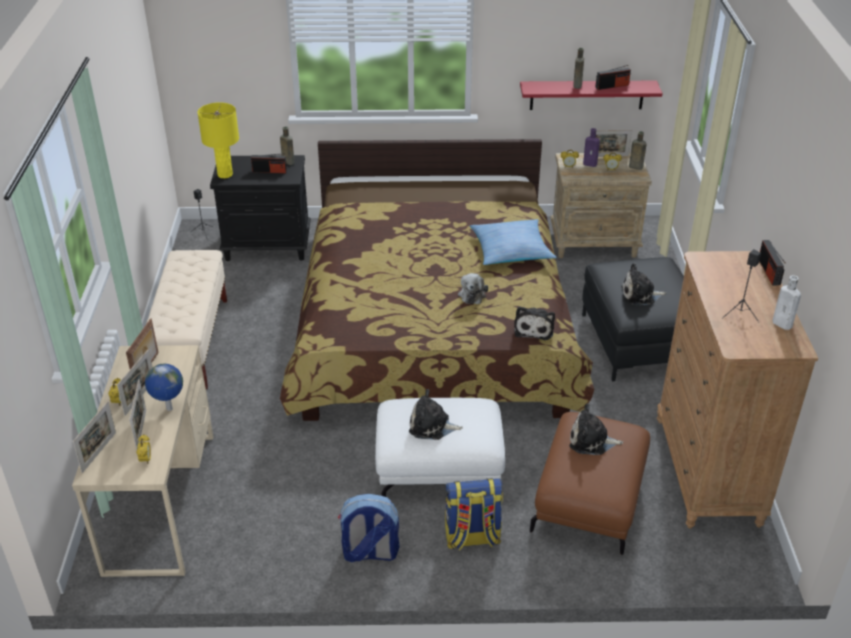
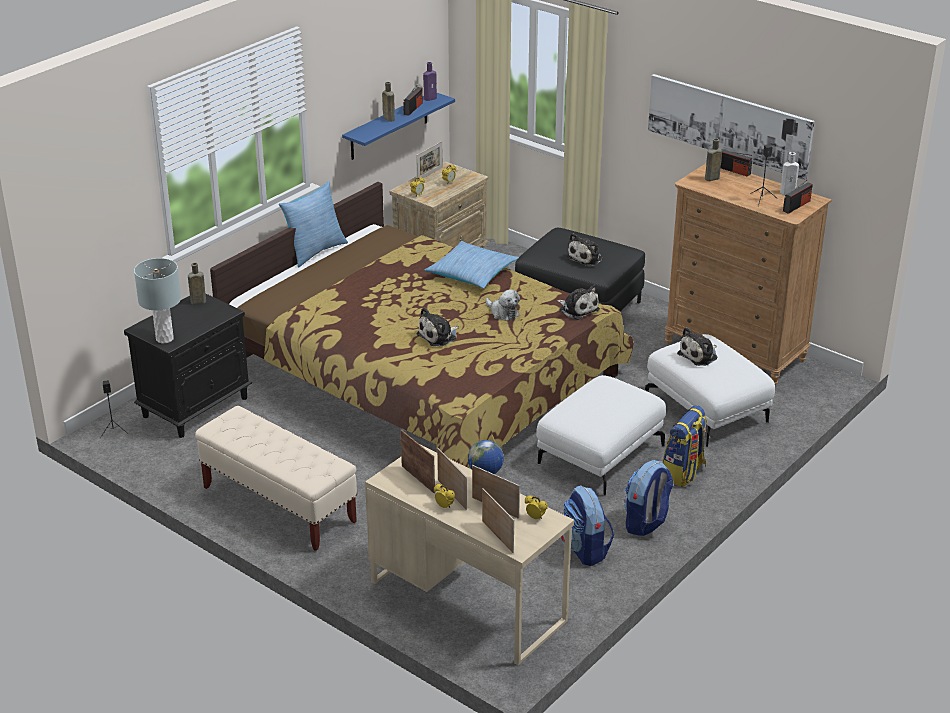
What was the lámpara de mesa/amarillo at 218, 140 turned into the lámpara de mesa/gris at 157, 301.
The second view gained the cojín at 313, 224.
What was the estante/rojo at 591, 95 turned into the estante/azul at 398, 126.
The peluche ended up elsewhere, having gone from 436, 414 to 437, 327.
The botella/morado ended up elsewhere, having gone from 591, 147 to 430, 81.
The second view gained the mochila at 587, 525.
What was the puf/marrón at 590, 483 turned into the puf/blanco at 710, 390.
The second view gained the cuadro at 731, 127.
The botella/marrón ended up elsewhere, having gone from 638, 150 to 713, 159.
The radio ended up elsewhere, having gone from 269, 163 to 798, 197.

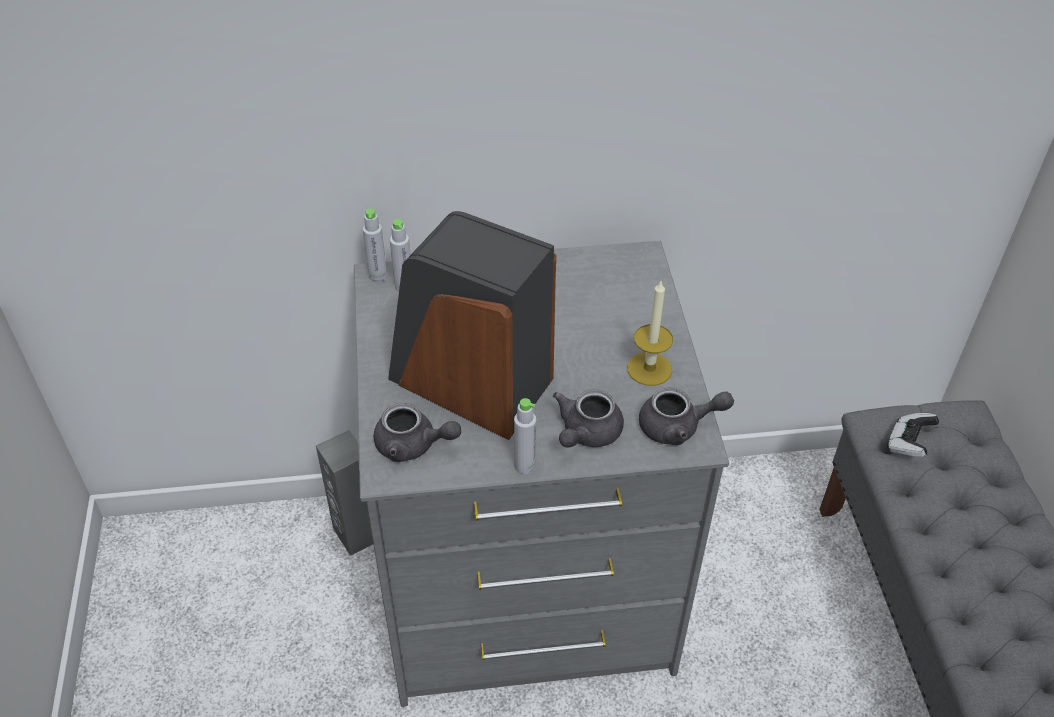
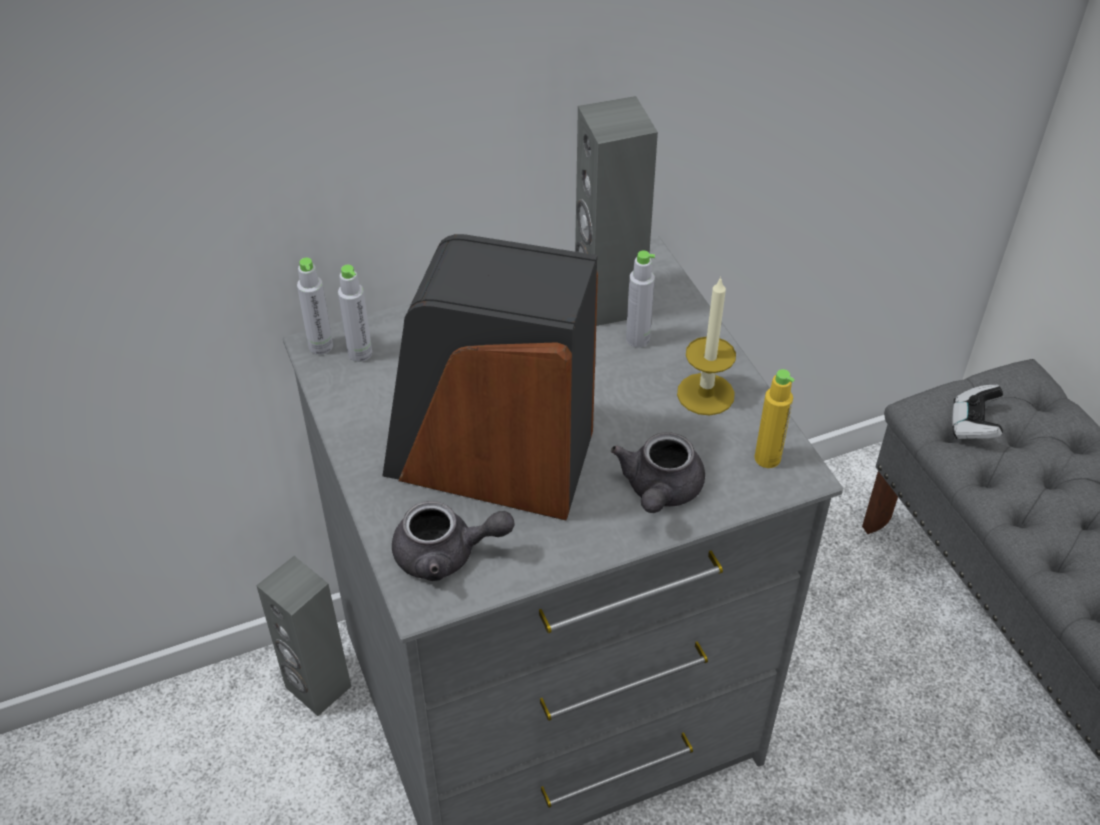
The second view gained the altavoz/gris at 616, 211.
The botella/gris ended up elsewhere, having gone from 525, 436 to 640, 298.
Where the tetera/gris stood at 686, 416, the botella/amarillo came to stand at 774, 418.

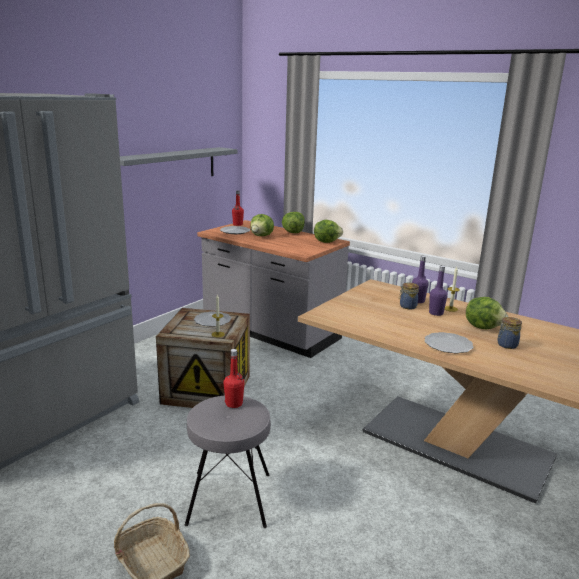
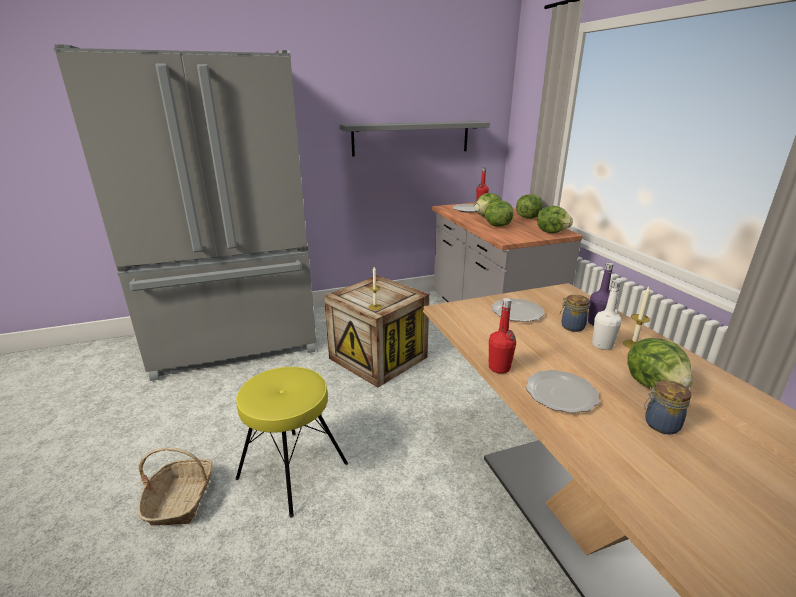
What was the taburete/gris at 228, 462 turned into the taburete/amarillo at 292, 442.
The second view gained the lechuga at 499, 214.
The botella/rojo ended up elsewhere, having gone from 234, 378 to 502, 336.
The plato ended up elsewhere, having gone from 212, 318 to 518, 310.
What was the botella/morado at 438, 291 turned into the botella/blanco at 607, 315.

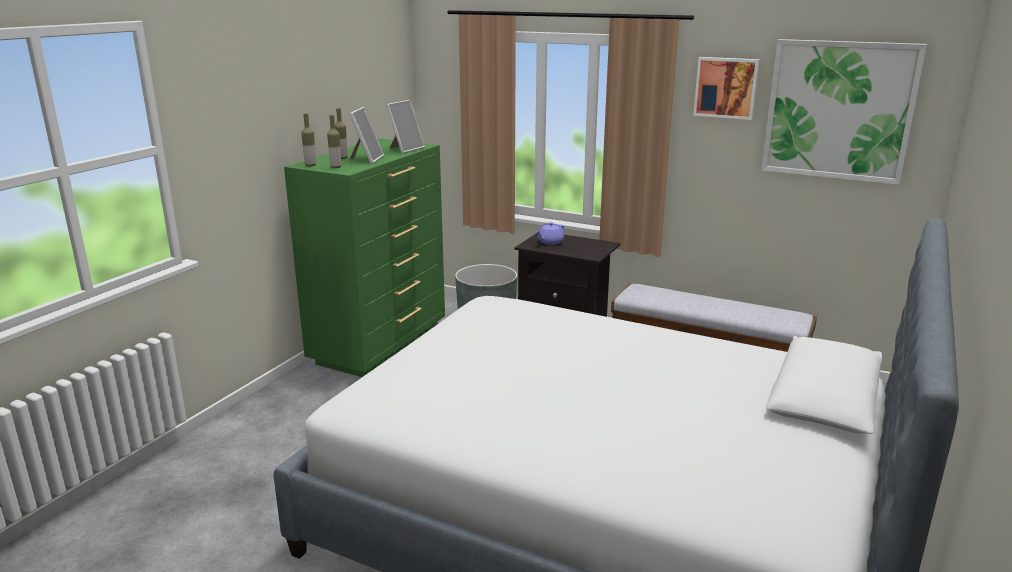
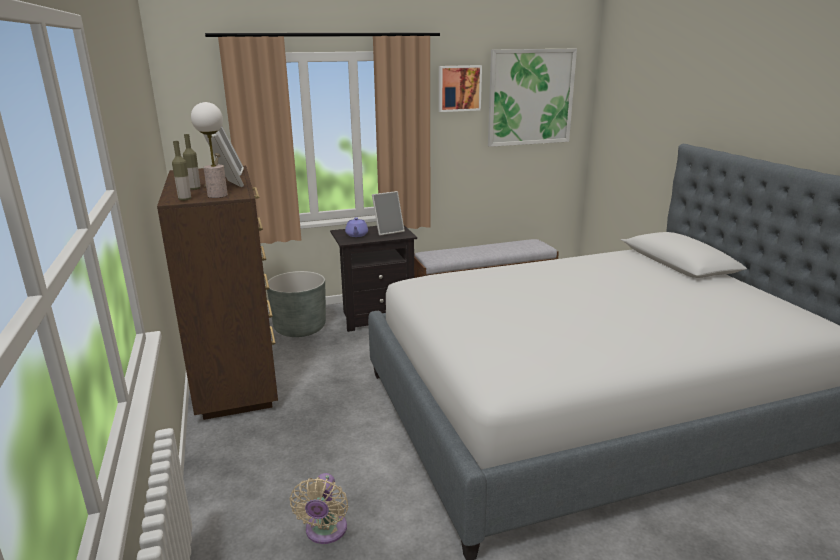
What was the cómoda/verde at 364, 258 turned into the cómoda/marrón at 217, 293.
Where the botella stood at 334, 141, the lámpara de mesa came to stand at 209, 150.
The second view gained the ventilador/beis at 318, 508.
The second view gained the portarretratos at 388, 213.

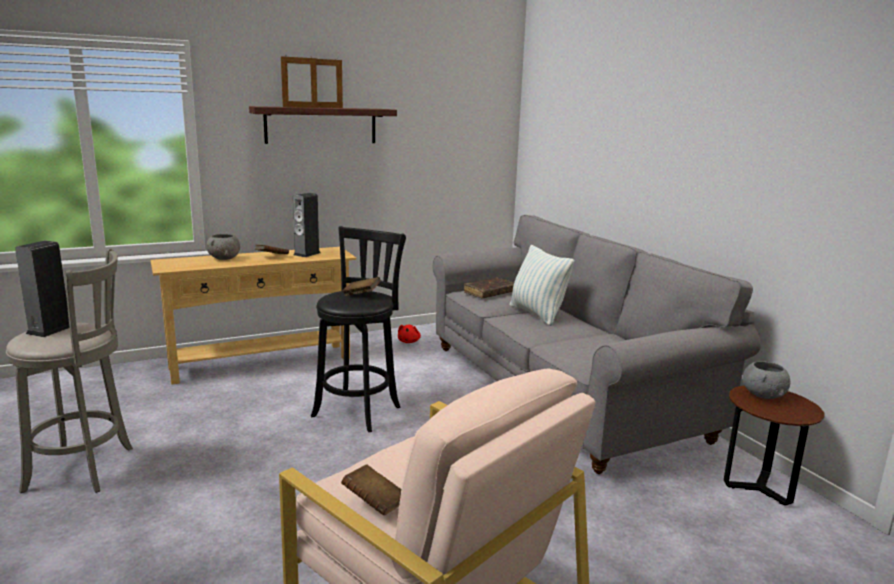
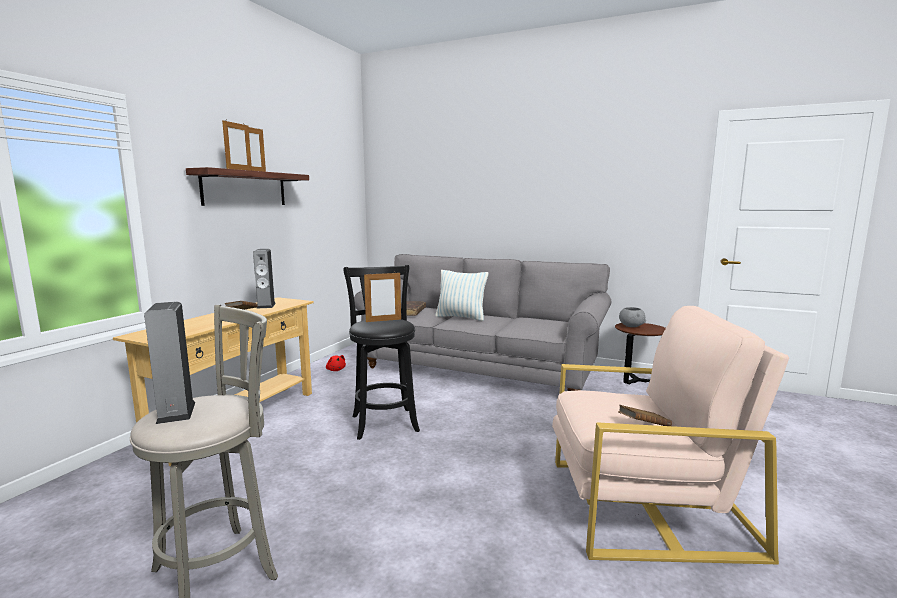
Where the libro/marrón stood at 362, 286, the portarretratos came to stand at 382, 296.
The second view lost the cuenco/gris at 223, 247.

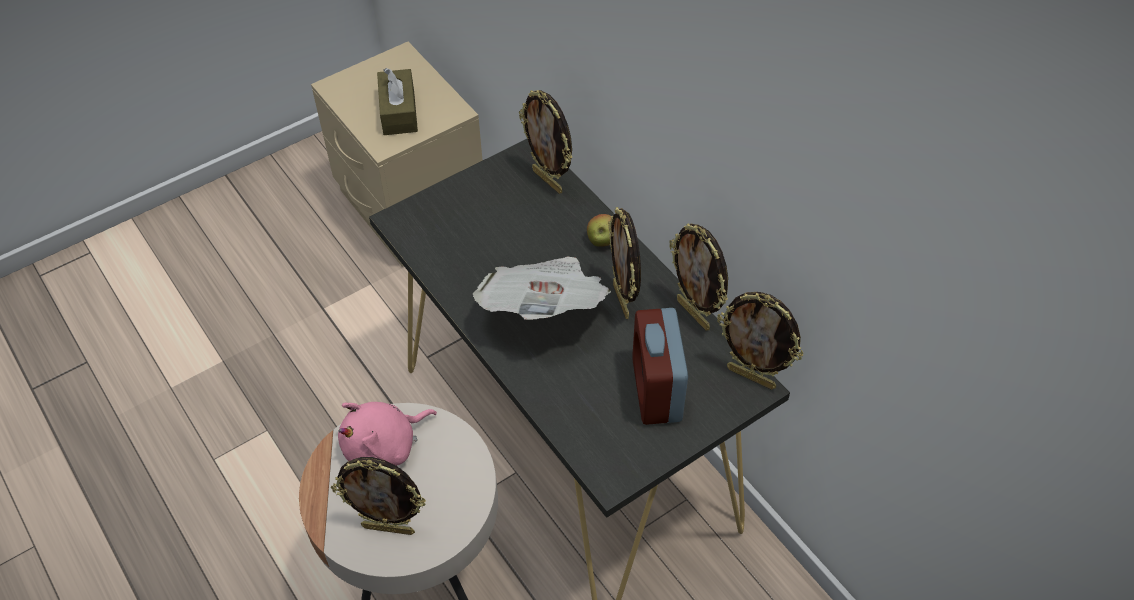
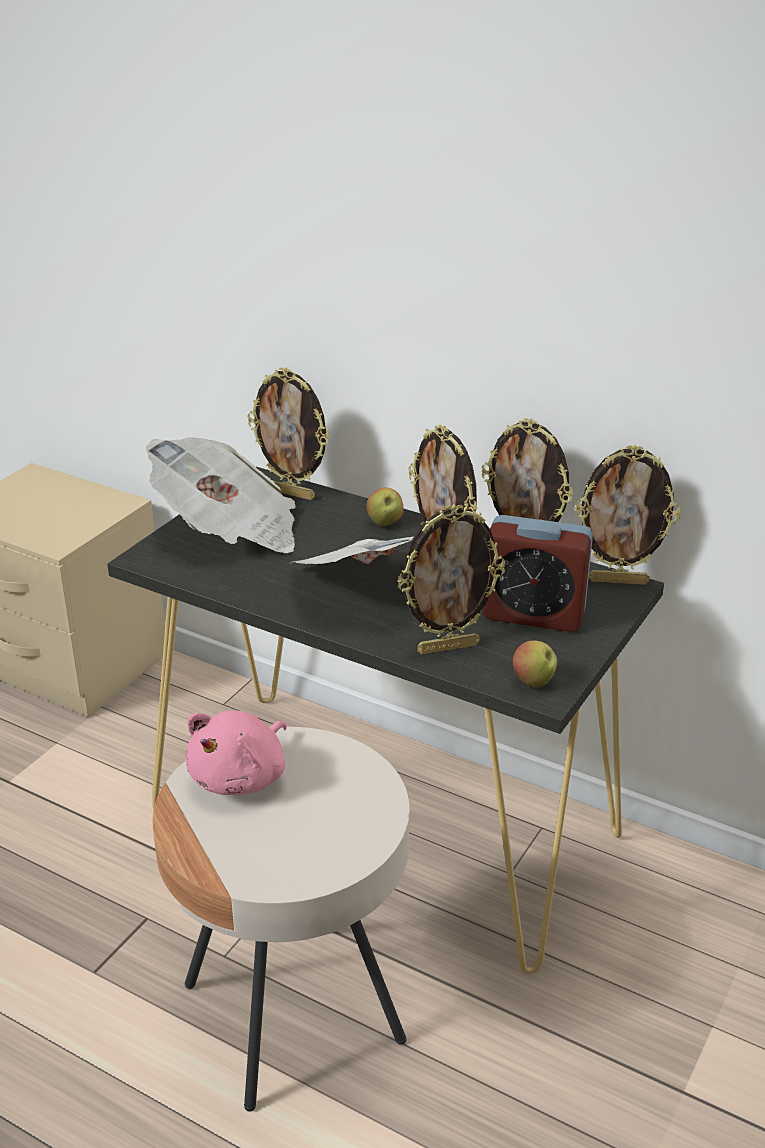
The second view gained the periódico at 221, 495.
The portarretratos ended up elsewhere, having gone from 378, 496 to 451, 579.
The despertador at 660, 366 ended up facing another way, 45 degrees counterclockwise from before.
The second view gained the manzana at 534, 663.
The second view lost the caja de pañuelos/marrón at 397, 101.

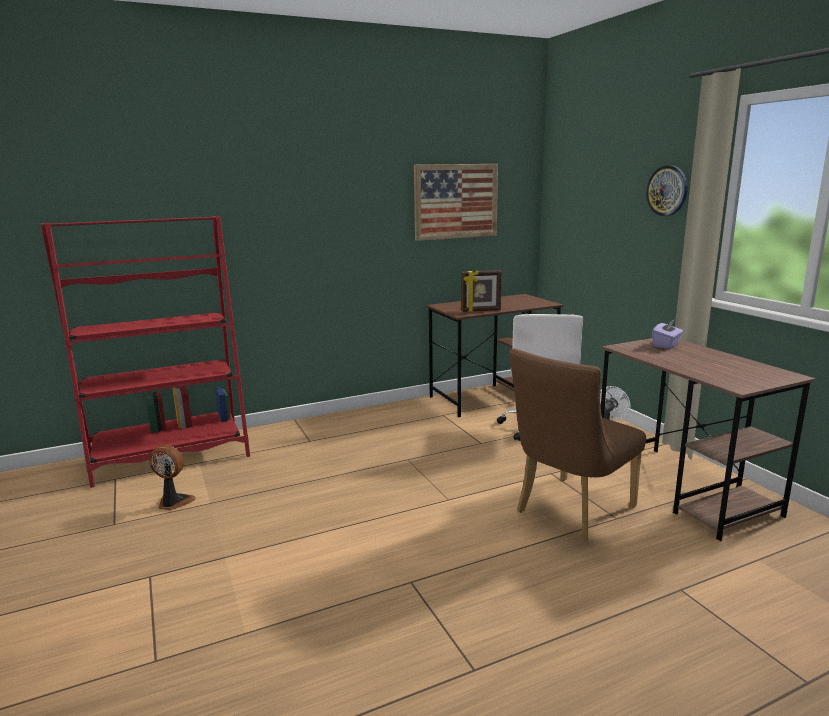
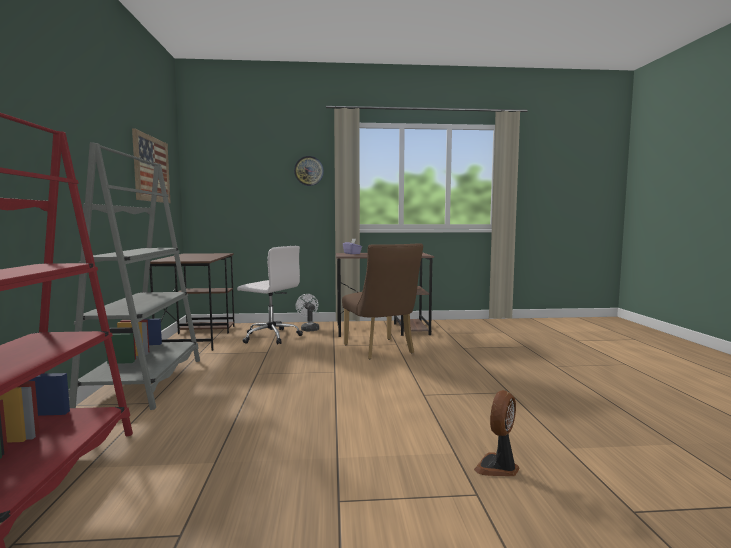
The second view gained the estantería/gris at 134, 276.
The ventilador ended up elsewhere, having gone from 172, 477 to 497, 433.
The second view lost the portarretratos at 481, 291.

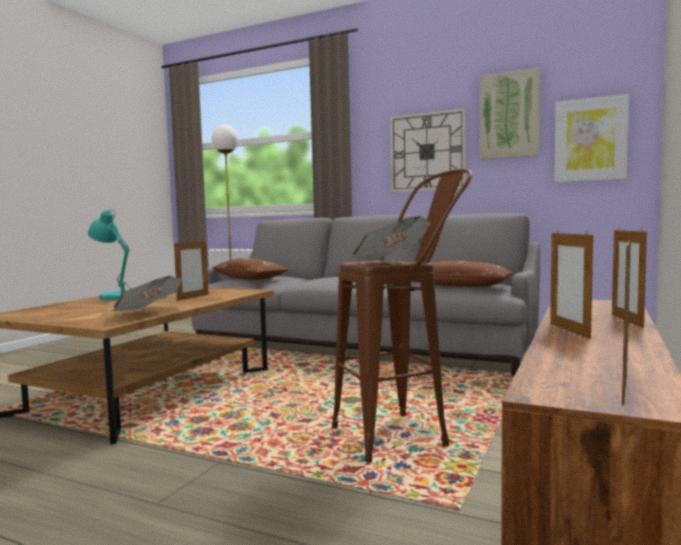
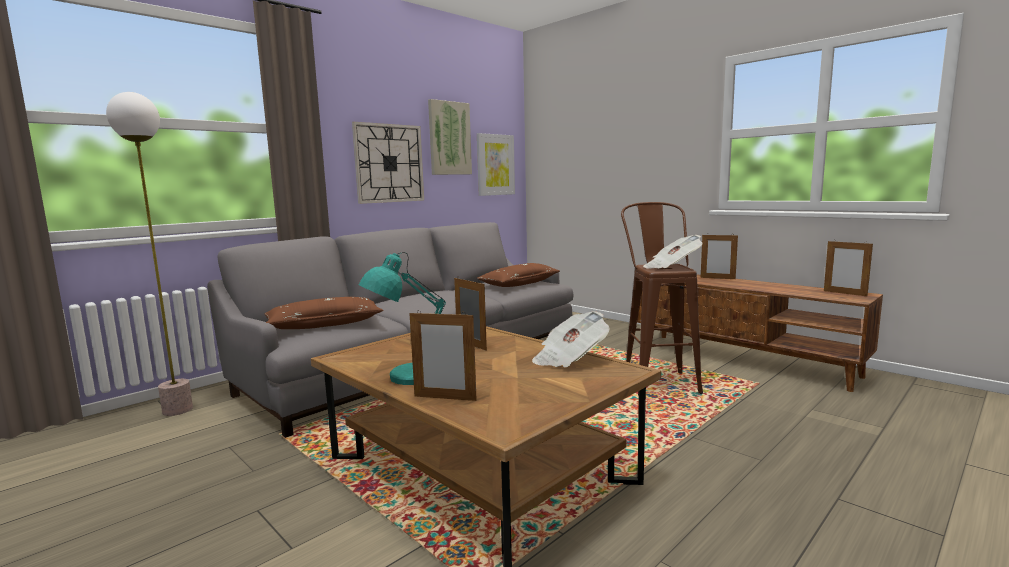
The portarretratos ended up elsewhere, having gone from 571, 284 to 443, 355.

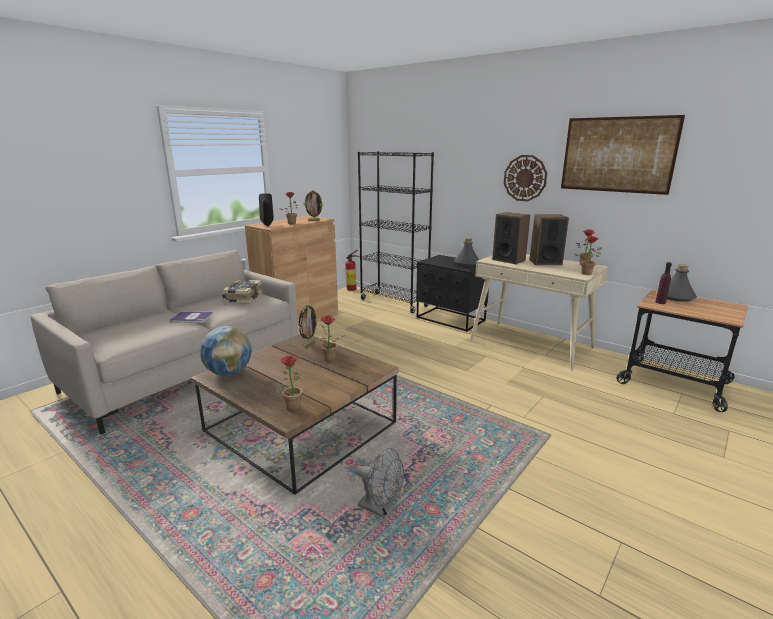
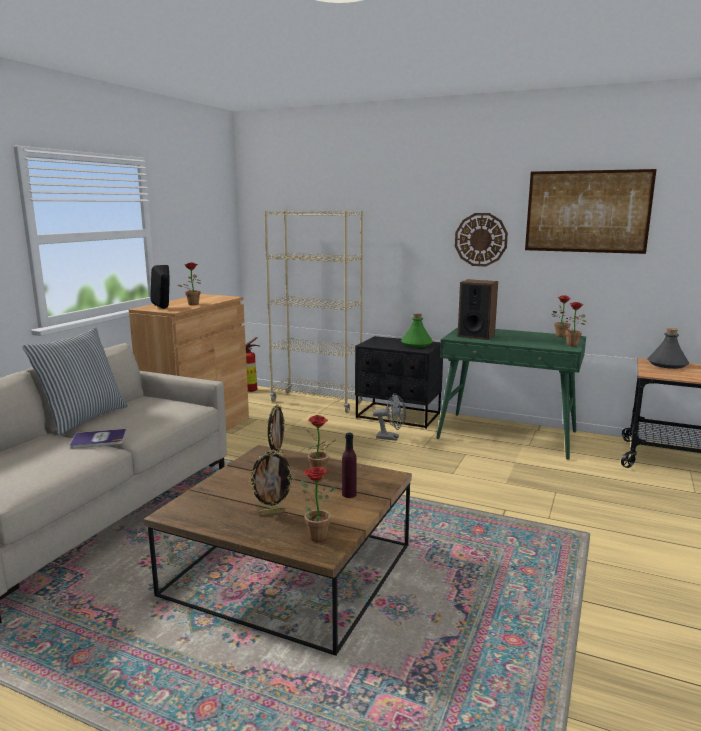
The second view gained the cojín at 75, 381.
The portarretratos ended up elsewhere, having gone from 313, 205 to 272, 482.
What was the estantería/negro at 396, 232 turned into the estantería/beis at 313, 311.
The botella/morado ended up elsewhere, having gone from 663, 283 to 349, 465.
The ventilador/gris ended up elsewhere, having gone from 379, 483 to 389, 417.
What was the botella/gris at 466, 252 turned into the botella/verde at 417, 330.
What was the escritorio/beis at 539, 312 turned into the escritorio/verde at 511, 393.
The second view lost the globo terráqueo at 226, 351.
The second view lost the libro at 242, 292.
The second view lost the altavoz at 549, 240.

